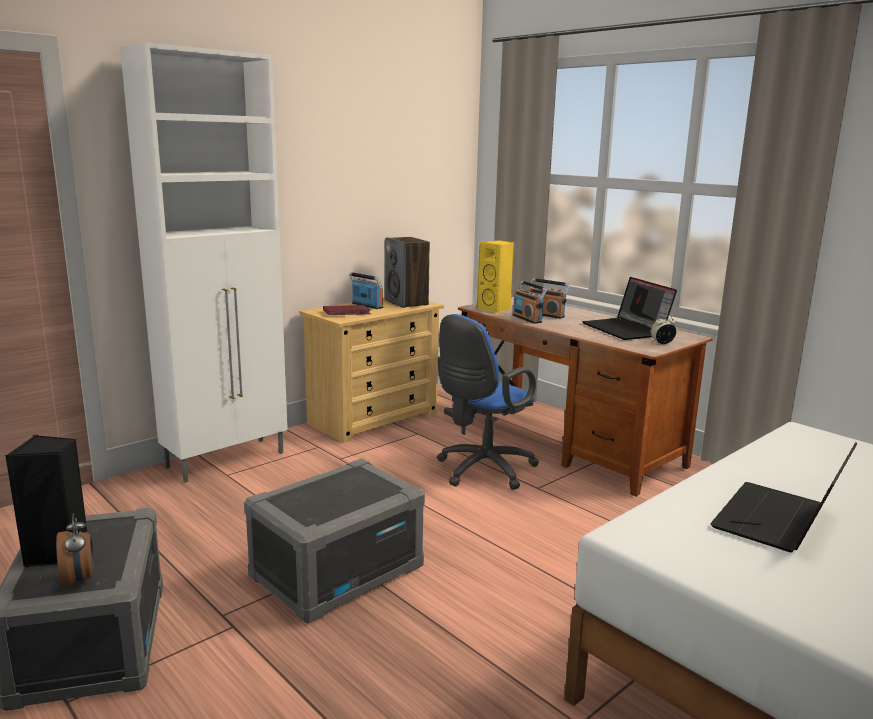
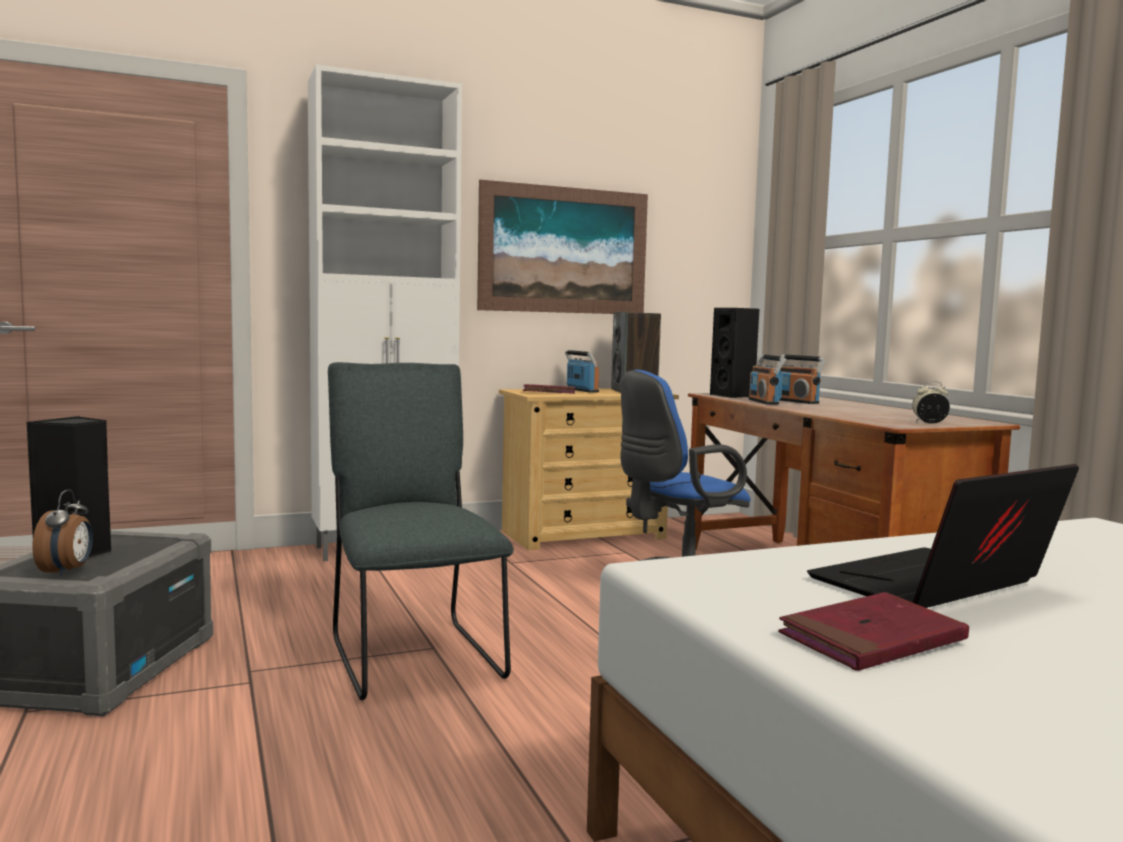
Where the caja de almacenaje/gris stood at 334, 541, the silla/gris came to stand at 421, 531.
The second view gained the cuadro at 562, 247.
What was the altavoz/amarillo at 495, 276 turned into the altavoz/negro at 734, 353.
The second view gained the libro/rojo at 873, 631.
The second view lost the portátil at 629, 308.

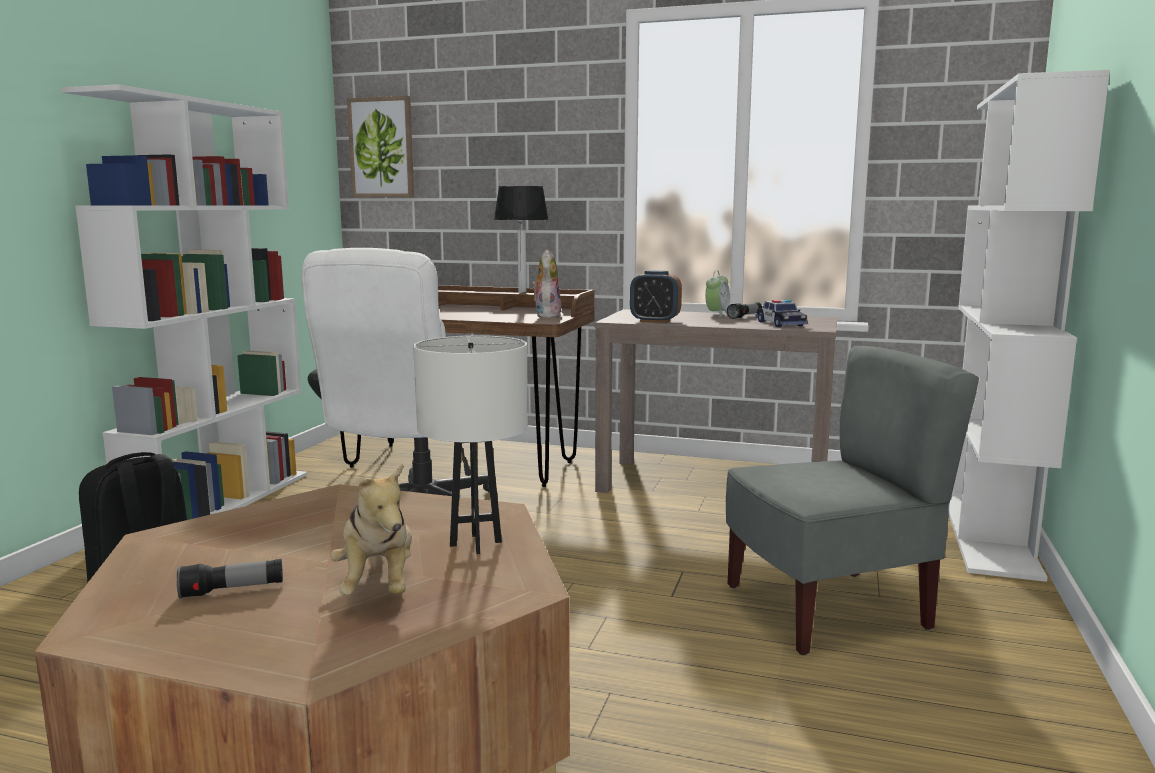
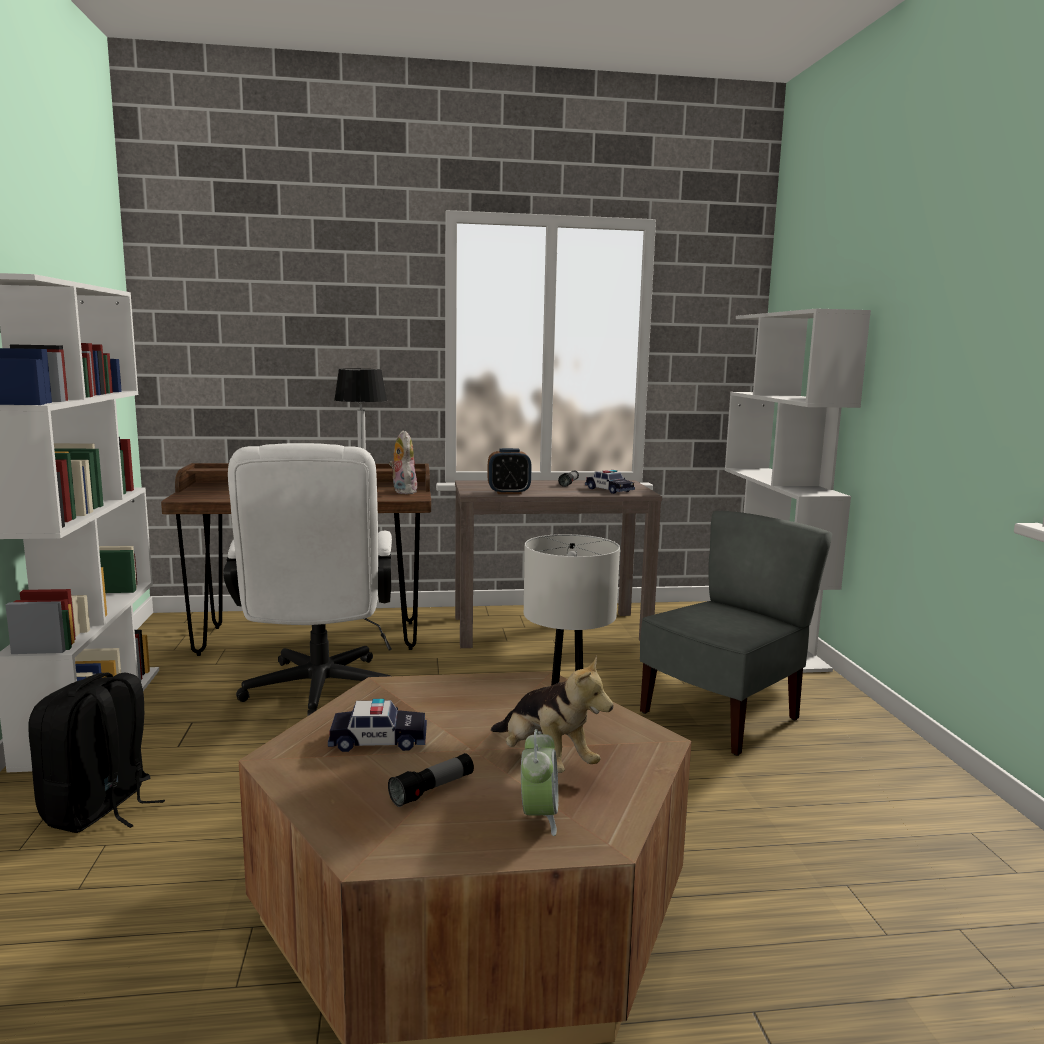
The second view gained the coche de juguete at 377, 725.
The despertador ended up elsewhere, having gone from 717, 293 to 539, 782.
The second view lost the cuadro at 380, 146.

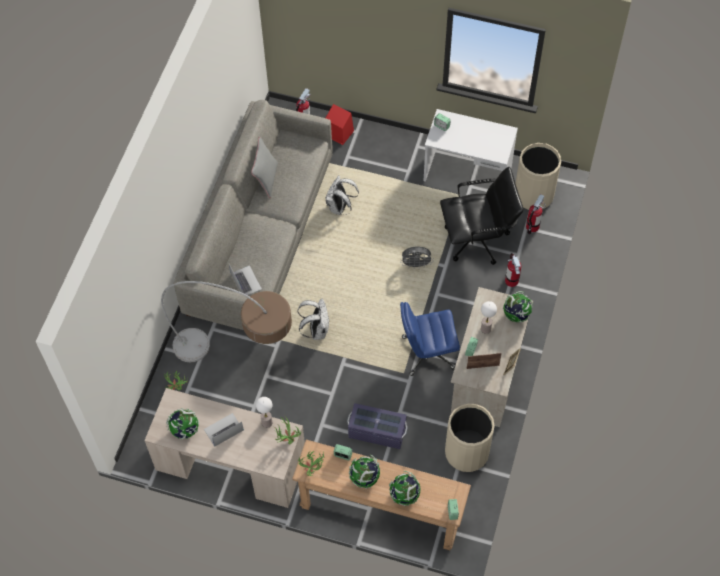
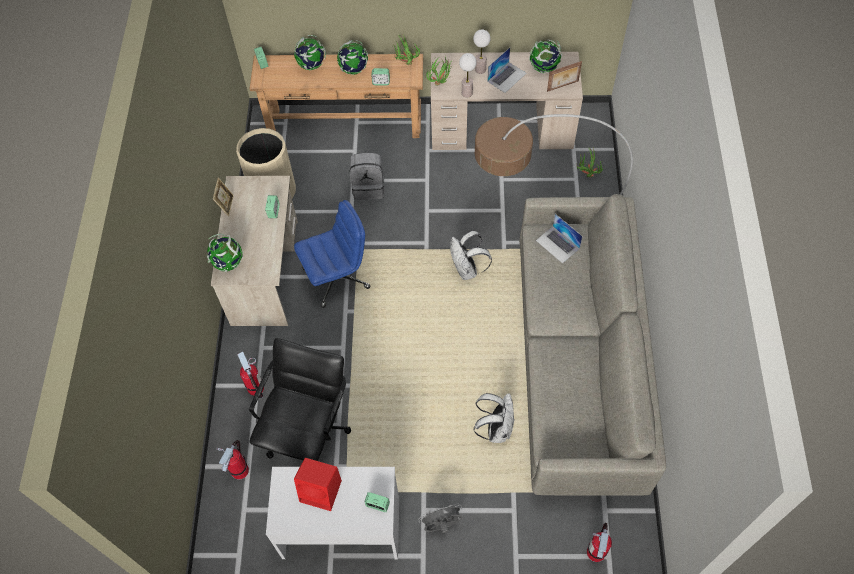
The silla de oficina/negro at 481, 216 ended up facing another way, 135 degrees clockwise from before.
The altavoz/rojo ended up elsewhere, having gone from 340, 124 to 318, 484.
Where the caja de almacenaje/morado stood at 377, 426, the mochila/gris came to stand at 367, 176.
The ventilador/gris ended up elsewhere, having gone from 416, 257 to 440, 518.
The lámpara de mesa ended up elsewhere, having gone from 489, 317 to 482, 51.
The portarretratos ended up elsewhere, having gone from 484, 361 to 564, 76.
The second view lost the cojín/gris at 264, 167.
The second view lost the papelera/beis at 538, 176.

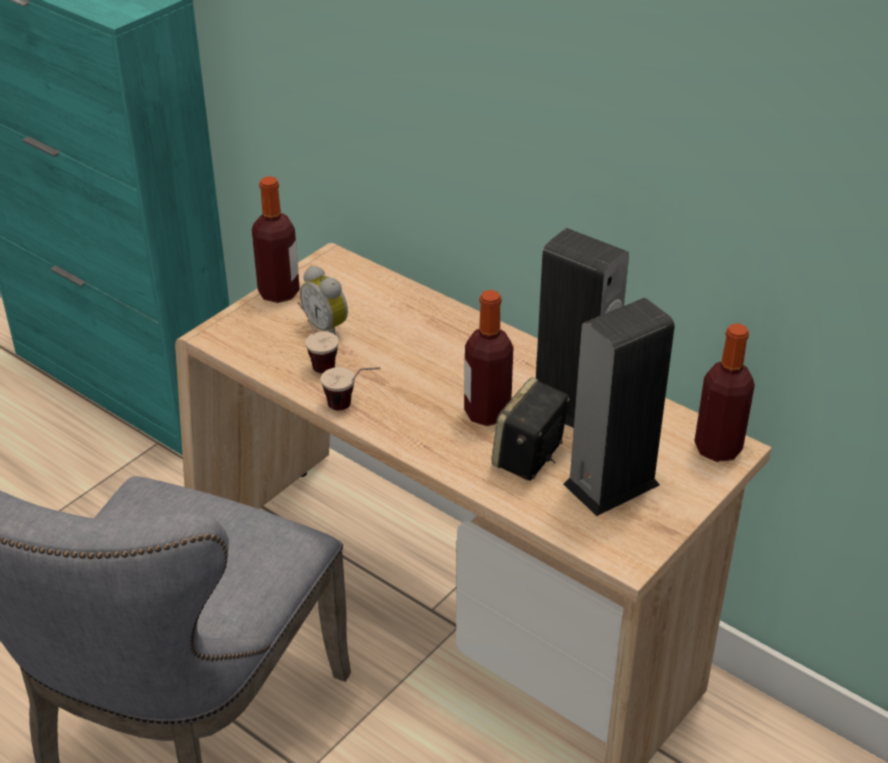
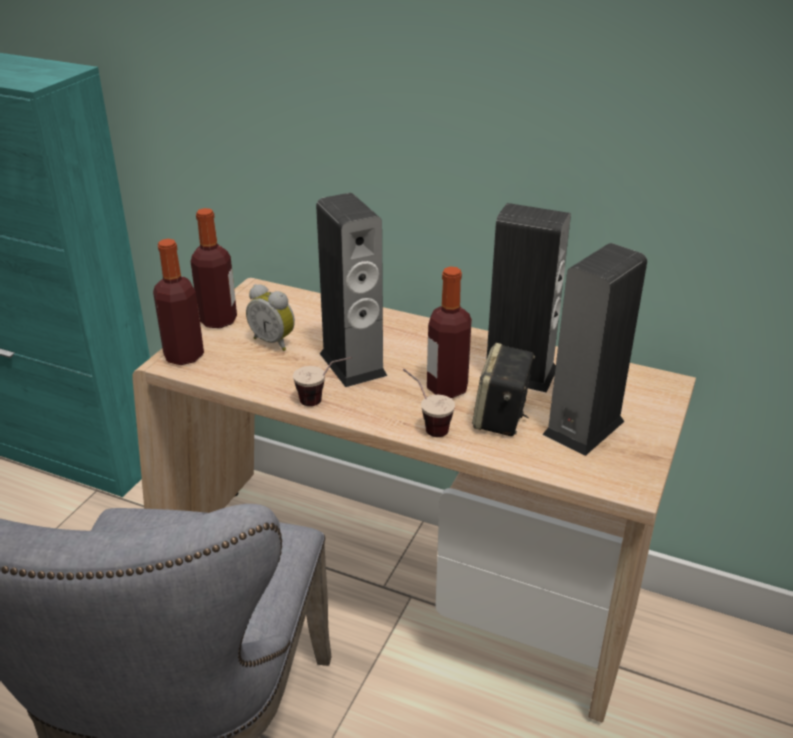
The botella ended up elsewhere, having gone from 724, 392 to 178, 302.
The second view gained the altavoz at 351, 290.
The taza ended up elsewhere, having gone from 318, 337 to 429, 403.

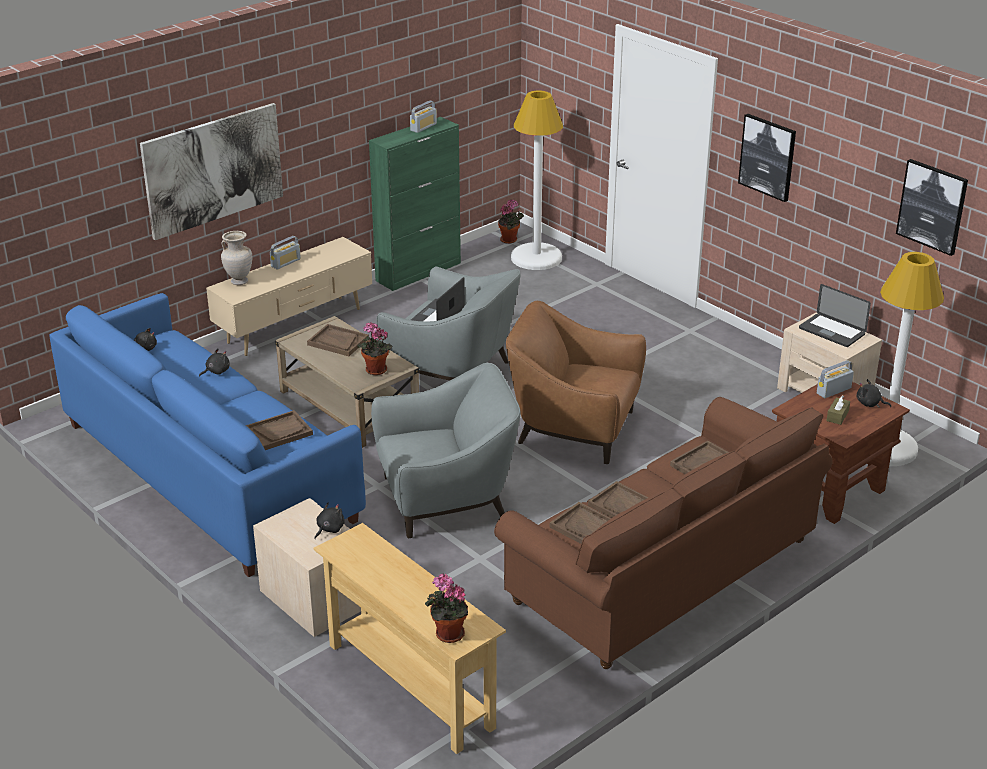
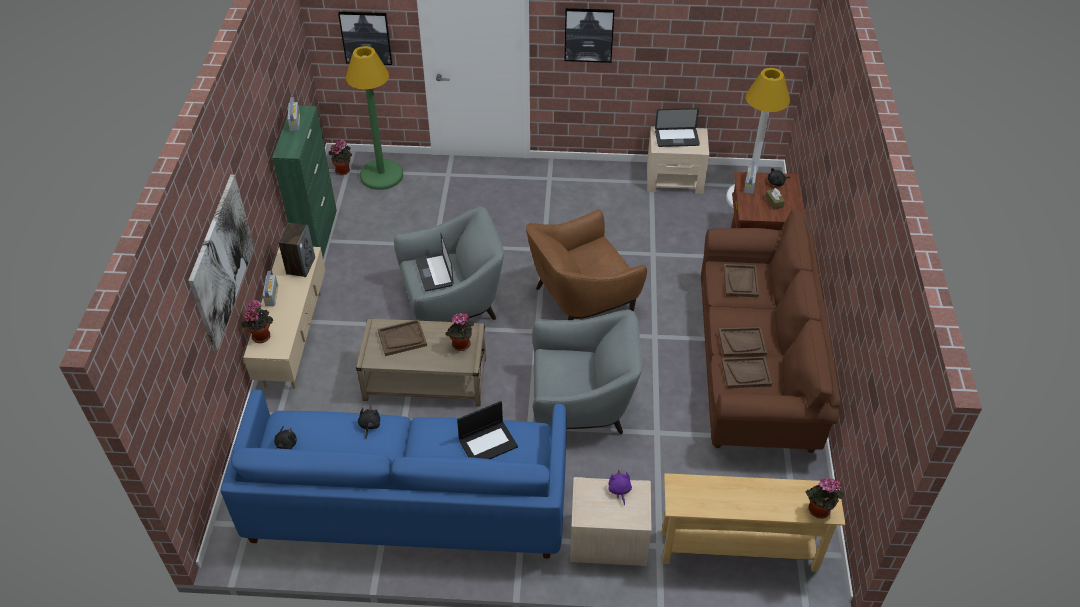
Where the florero/beis stood at 236, 258, the planta en maceta came to stand at 257, 321.
The second view gained the altavoz at 296, 250.
The cuadro ended up elsewhere, having gone from 932, 207 to 365, 38.
What was the lámpara de pie/blanco at 537, 180 turned into the lámpara de pie/verde at 374, 118.
Where the bandeja/marrón stood at 279, 430, the portátil came to stand at 487, 430.
The sillón/gris at 445, 450 ended up facing another way, 60 degrees clockwise from before.
What was the peluche/negro at 329, 520 turned into the peluche/morado at 620, 487.

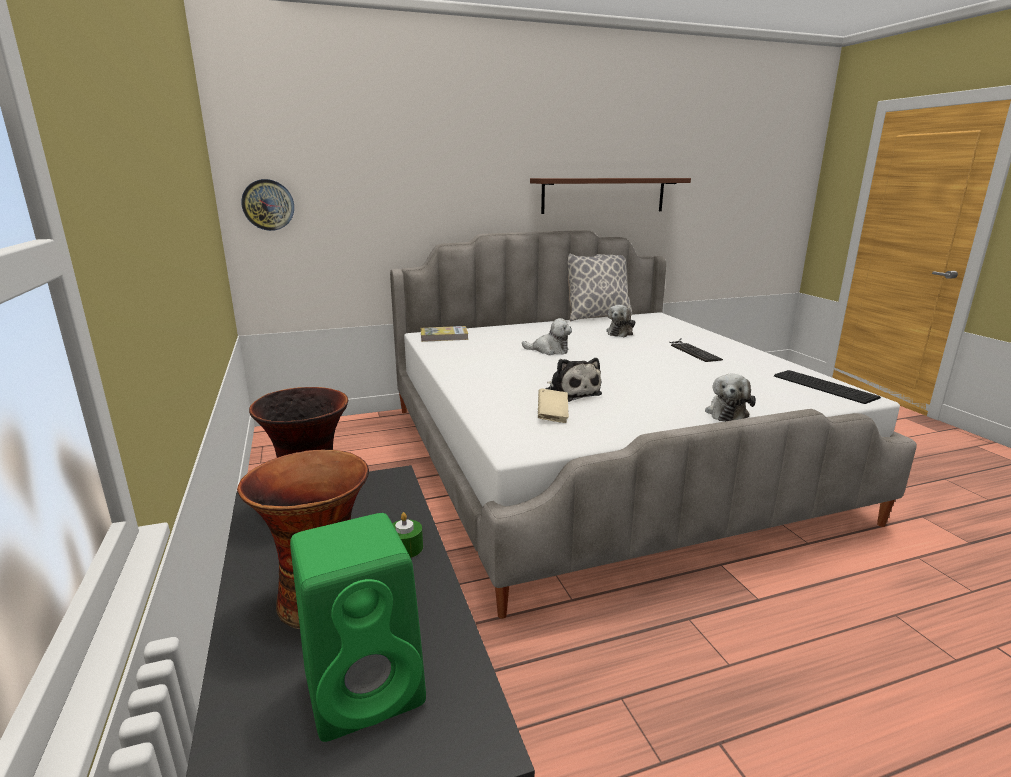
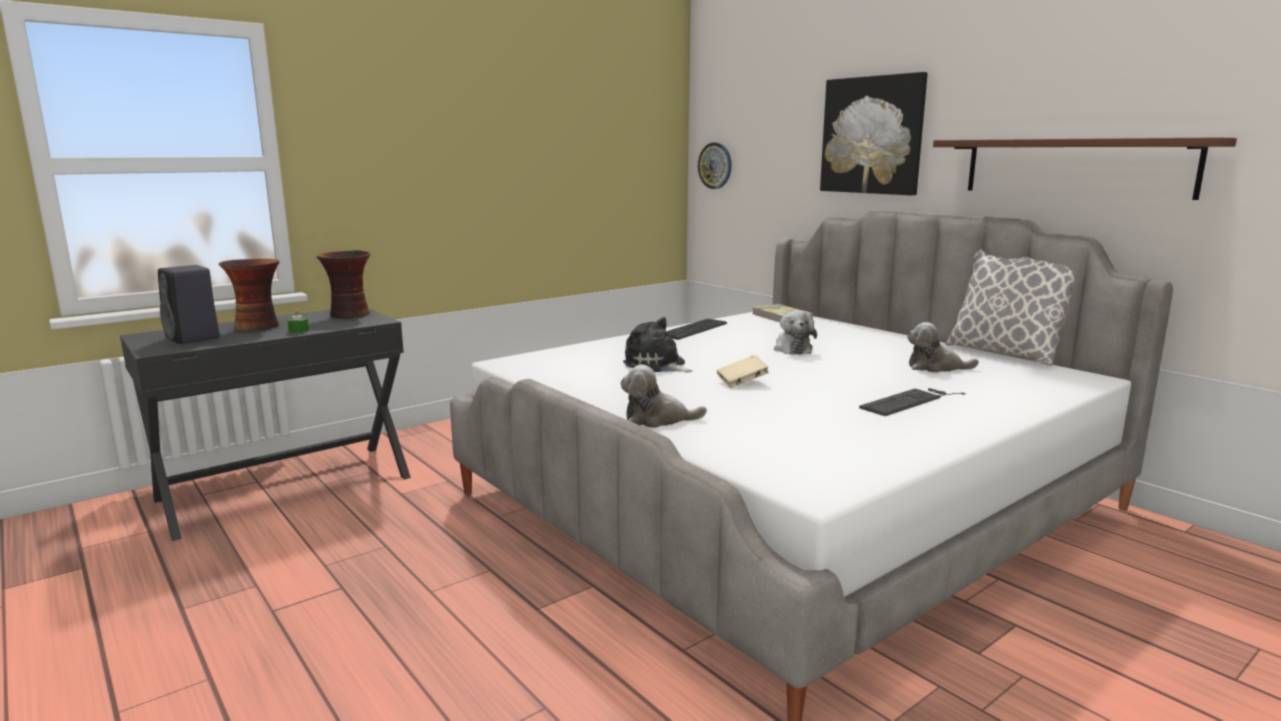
What was the altavoz/verde at 358, 627 turned into the altavoz/negro at 189, 304.
The peluche at 574, 380 ended up facing another way, 90 degrees clockwise from before.
The teclado ended up elsewhere, having gone from 827, 387 to 697, 329.
The libro/beis ended up elsewhere, having gone from 553, 406 to 743, 371.
The second view gained the cuadro at 874, 133.

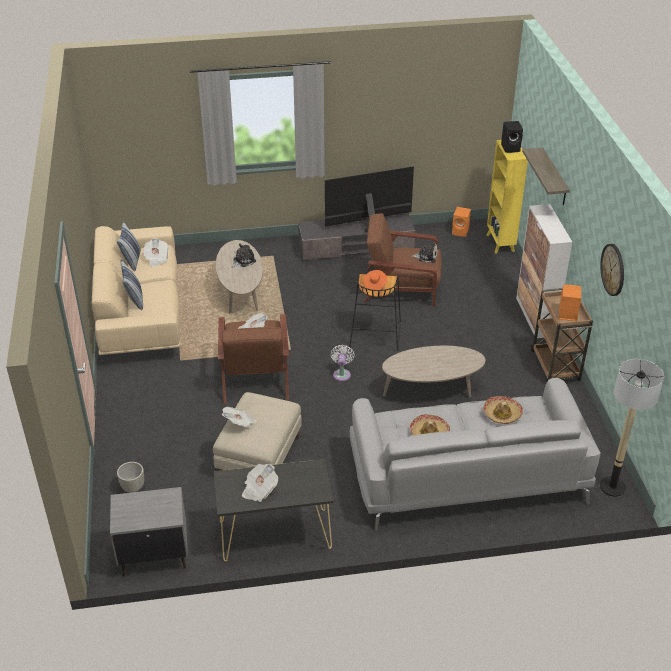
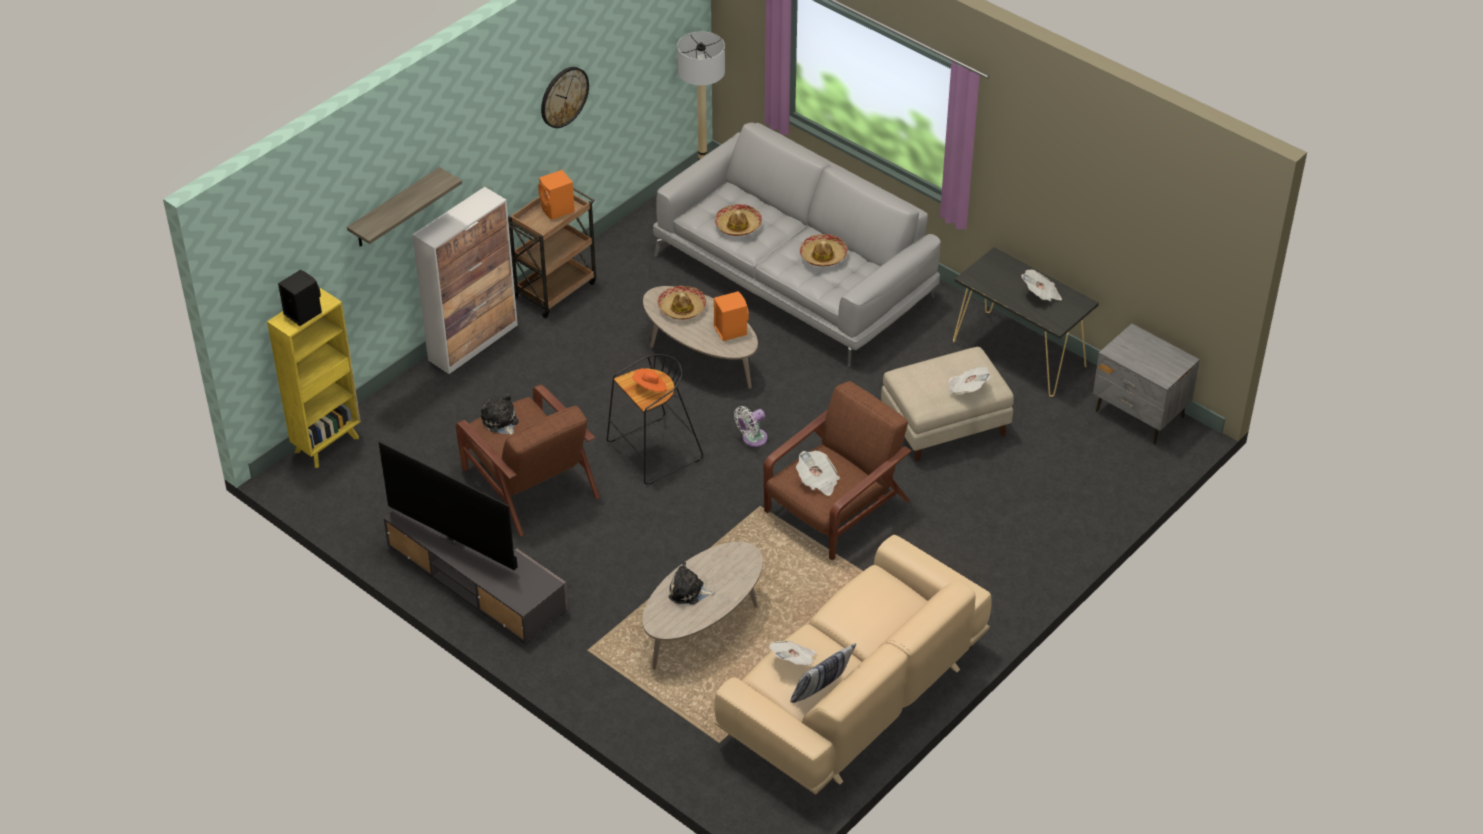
The second view gained the sombrero at 681, 303.
The altavoz/naranja ended up elsewhere, having gone from 461, 222 to 731, 316.
The second view lost the maceta/gris at 130, 477.
The second view lost the cojín at 132, 285.

